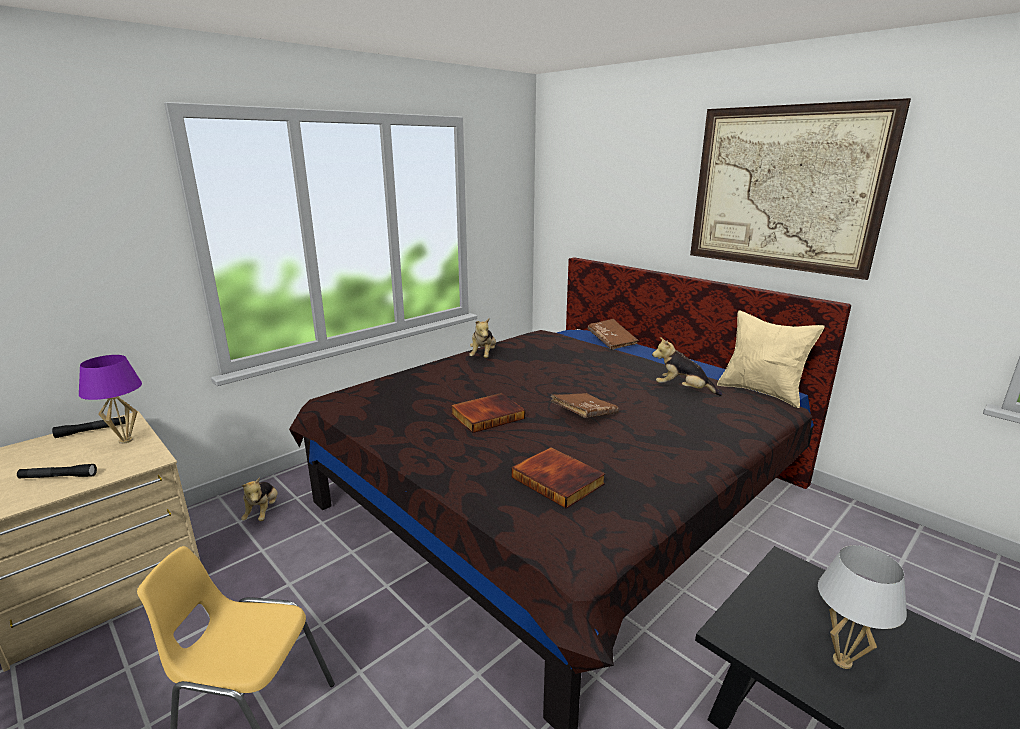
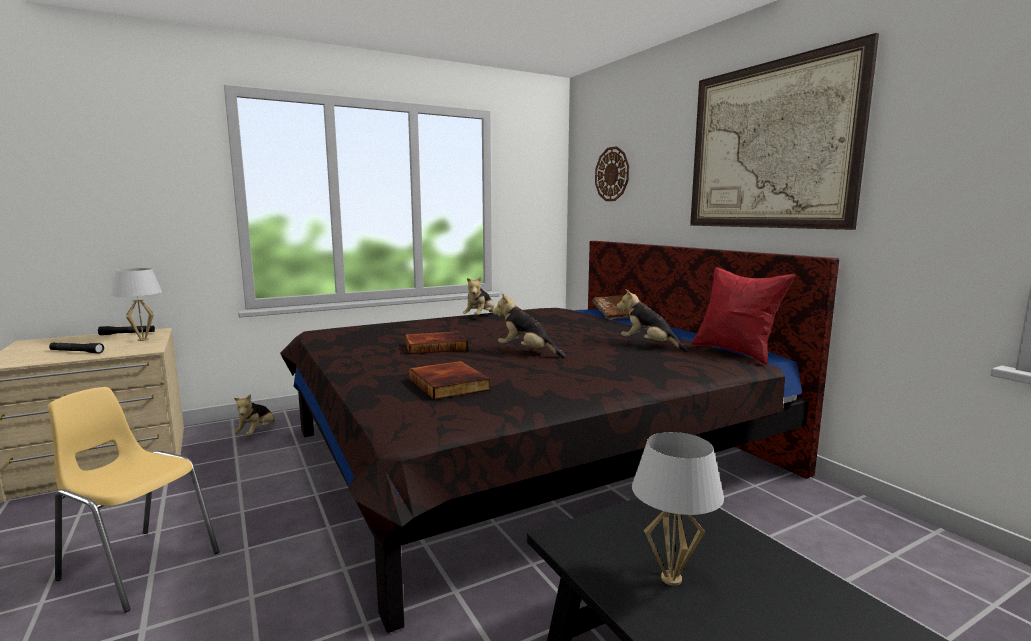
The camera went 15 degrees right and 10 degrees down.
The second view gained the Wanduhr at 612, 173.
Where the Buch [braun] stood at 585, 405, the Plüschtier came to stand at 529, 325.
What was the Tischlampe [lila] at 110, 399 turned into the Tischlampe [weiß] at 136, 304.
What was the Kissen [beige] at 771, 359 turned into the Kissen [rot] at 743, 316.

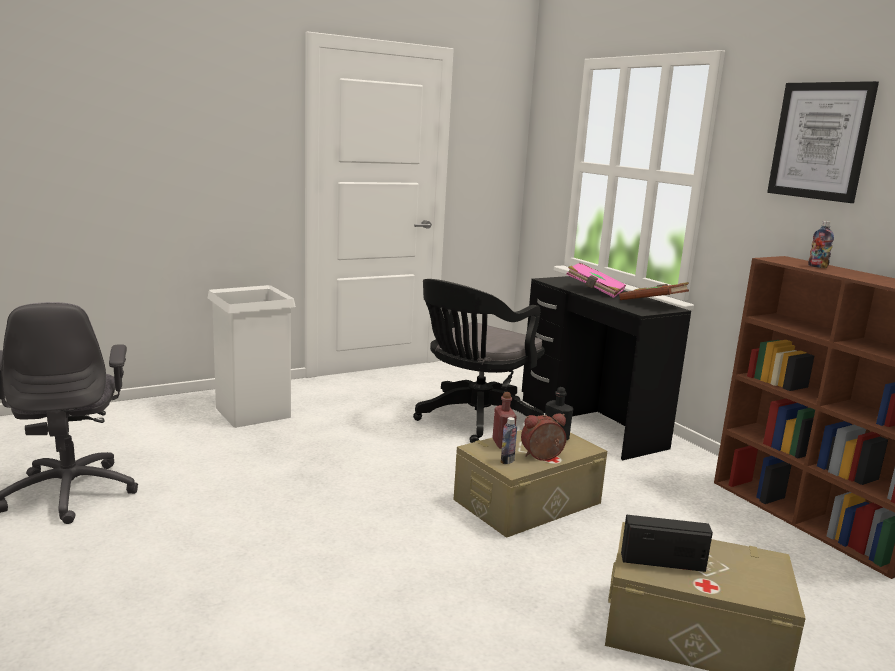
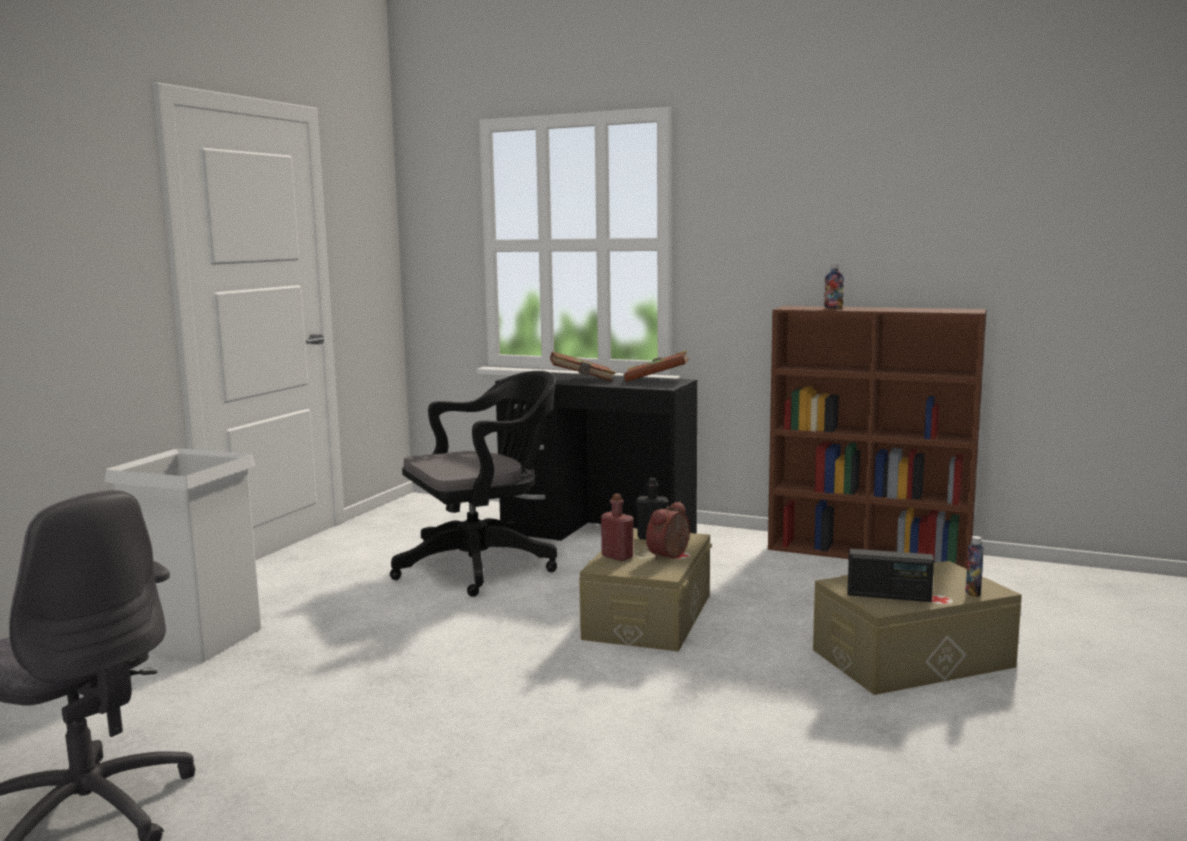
The camera went 35 degrees left and 5 degrees down.
The second view lost the Bild at 823, 142.
The Flasche ended up elsewhere, having gone from 509, 440 to 974, 566.
What was the Buch [rosa] at 596, 280 turned into the Buch [braun] at 583, 367.
The Bürostuhl [schwarz] at 479, 361 ended up facing another way, 120 degrees counterclockwise from before.
The Radio at 667, 543 ended up facing another way, 135 degrees counterclockwise from before.

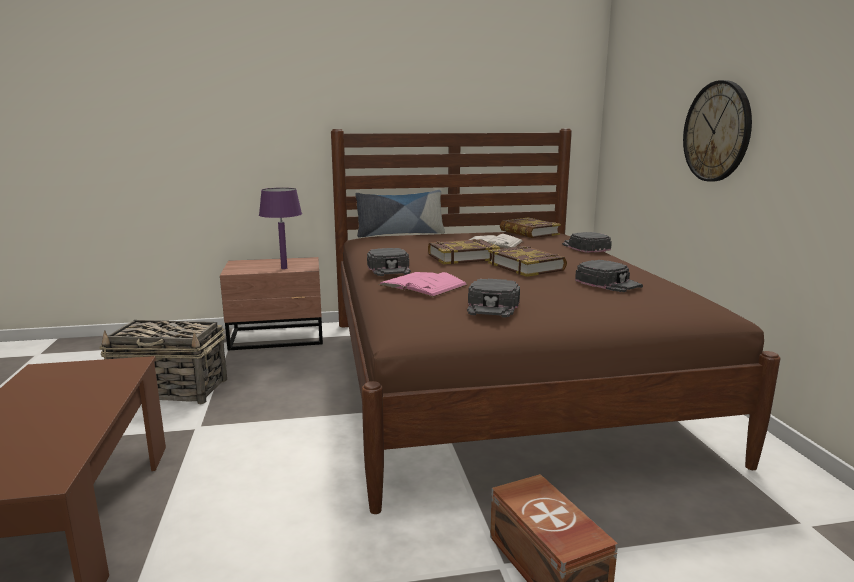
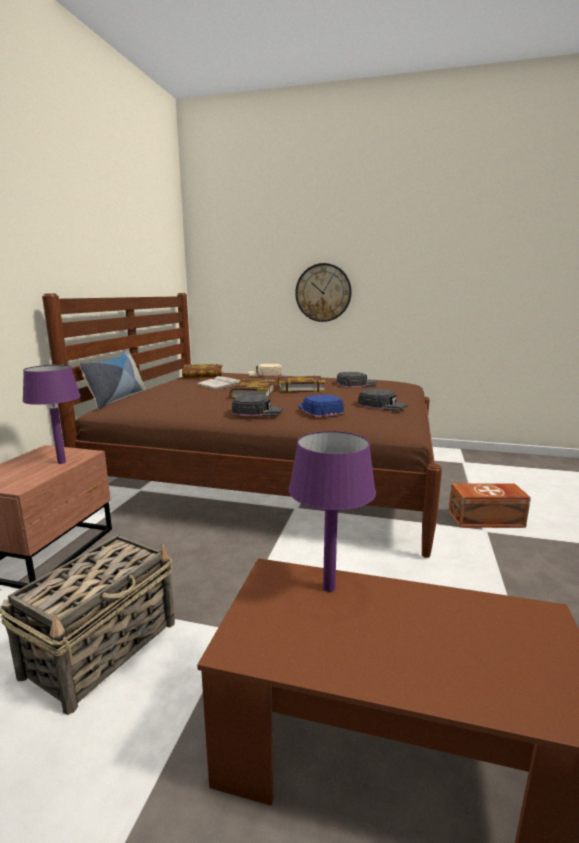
The camera went 65 degrees left and 0 degrees up.
The second view gained the Tischlampe [lila] at 332, 511.
Where the Buch [rosa] stood at 423, 284, the Kappe [blau] came to stand at 321, 405.
What was the Kappe [schwarz] at 587, 242 turned into the Kappe [beige] at 265, 370.

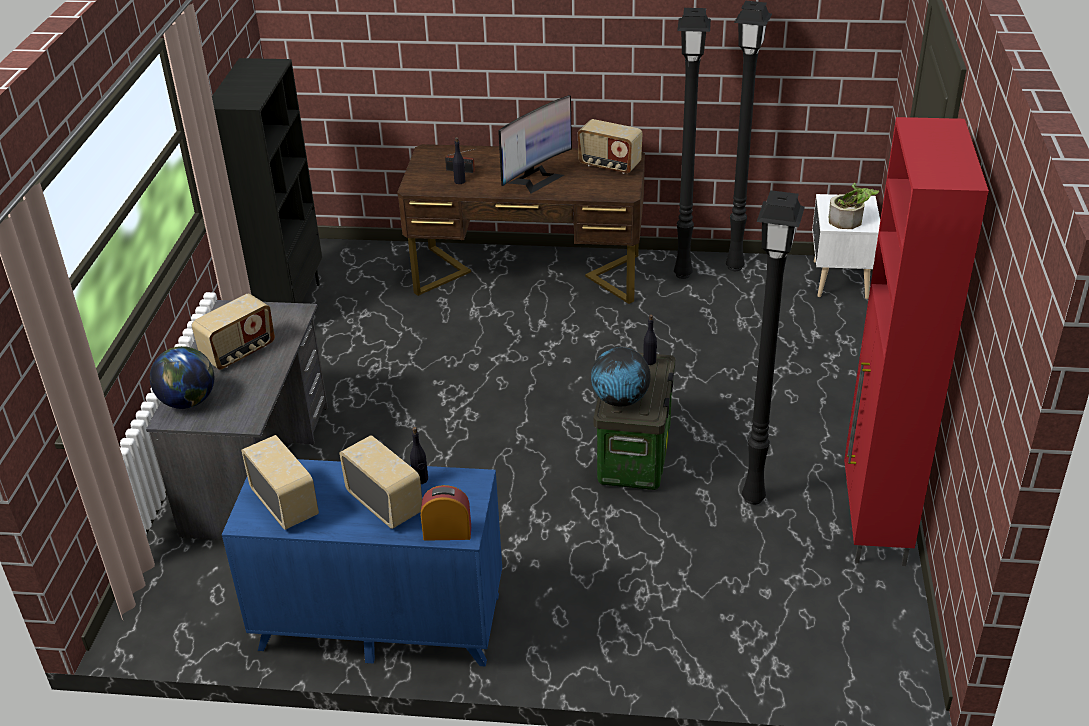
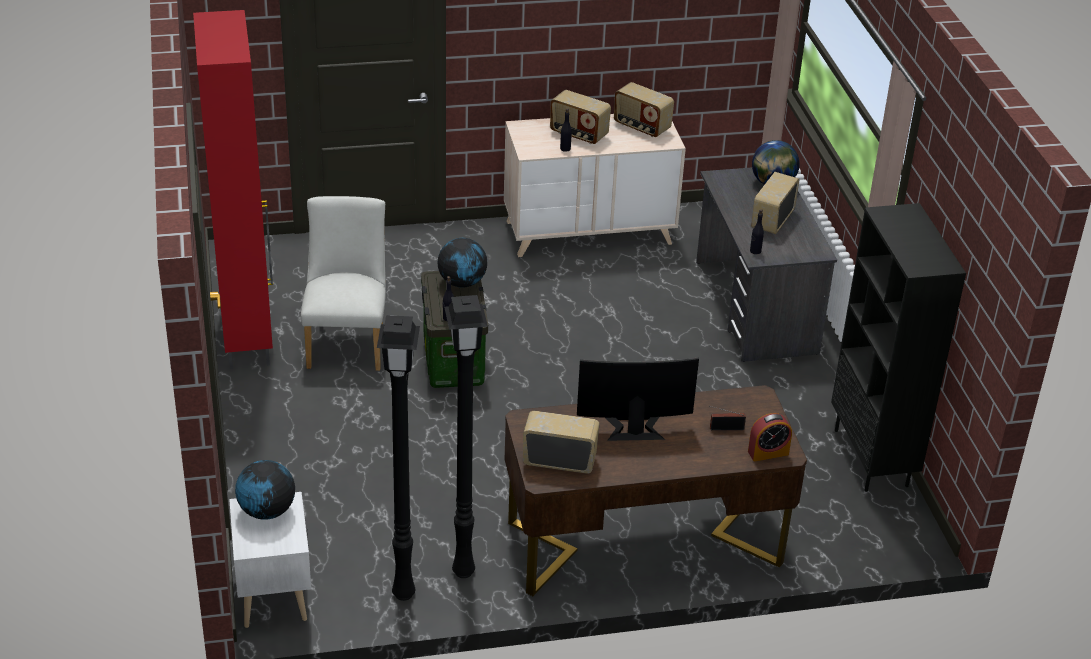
The camera went 160 degrees right and 0 degrees up.
The Wecker ended up elsewhere, having gone from 446, 513 to 770, 437.
The Flasche [schwarz] ended up elsewhere, having gone from 459, 160 to 757, 231.
Where the Stehlampe [schwarz] stood at 773, 347, the Stuhl [weiß] came to stand at 343, 283.
Where the Topfpflanze stood at 854, 206, the Globus came to stand at 265, 490.
What was the Kommode [blau] at 362, 563 turned into the Kommode [beige] at 595, 185.
The Monitor at 535, 144 ended up facing another way, 60 degrees clockwise from before.

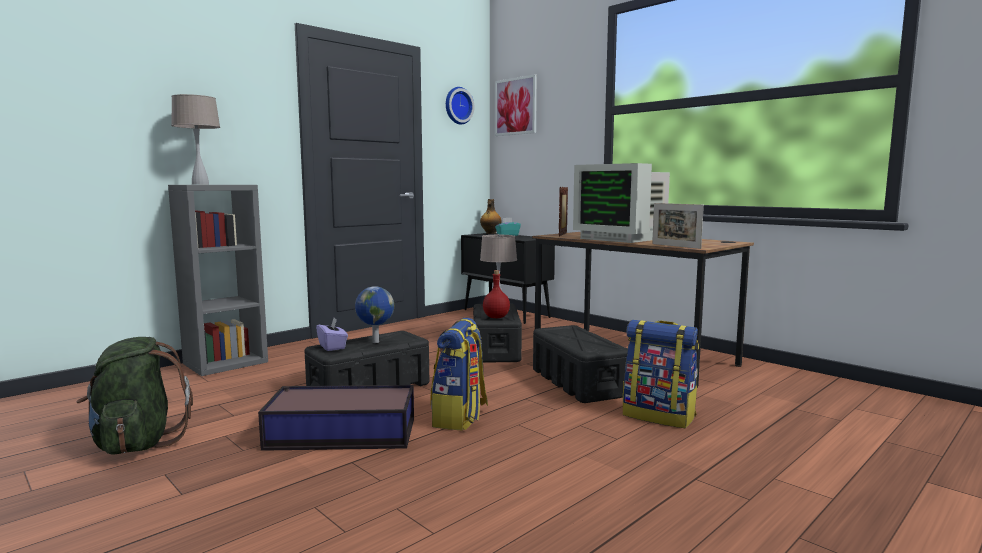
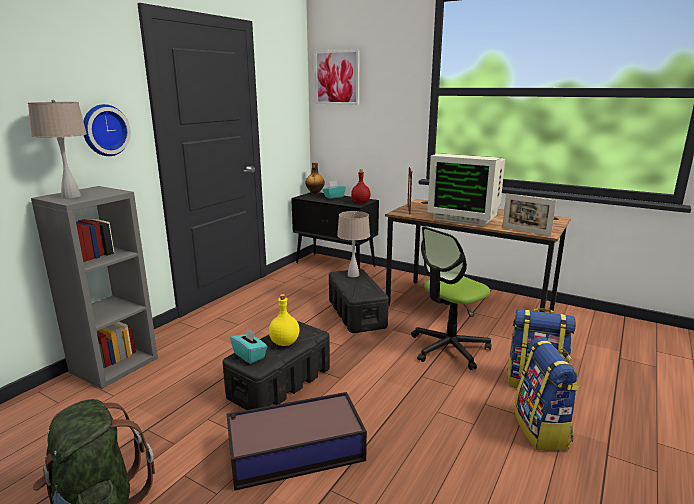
The camera went 15 degrees left and 10 degrees up.
The Rucksack ended up elsewhere, having gone from 459, 374 to 547, 393.
The Wanduhr ended up elsewhere, having gone from 460, 106 to 107, 130.
The Flasche [rot] ended up elsewhere, having gone from 496, 294 to 361, 186.
Where the Globus stood at 374, 314, the Flasche [gelb] came to stand at 284, 320.
Where the Aufbewahrungsbox [schwarz] stood at 580, 364, the Bürostuhl came to stand at 451, 298.
What was the Taschentuchbox [lila] at 332, 334 turned into the Taschentuchbox [türkis] at 248, 346.

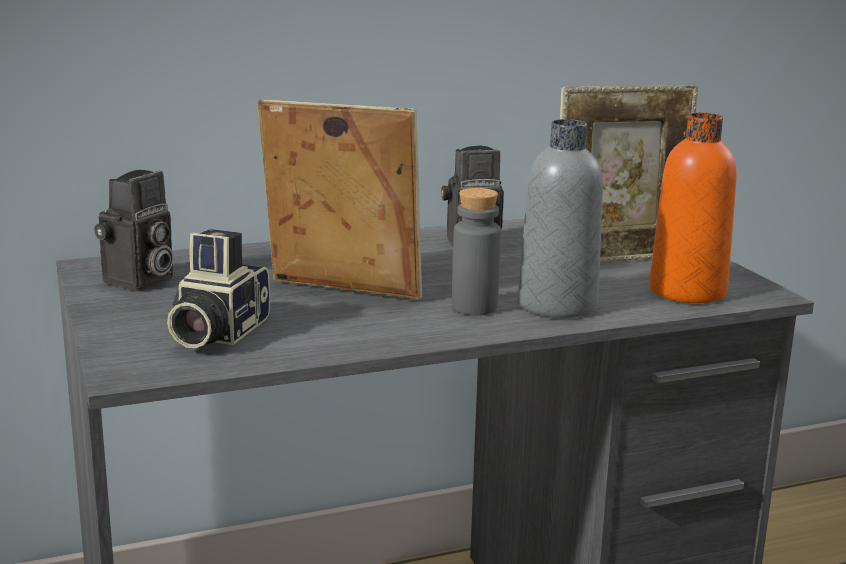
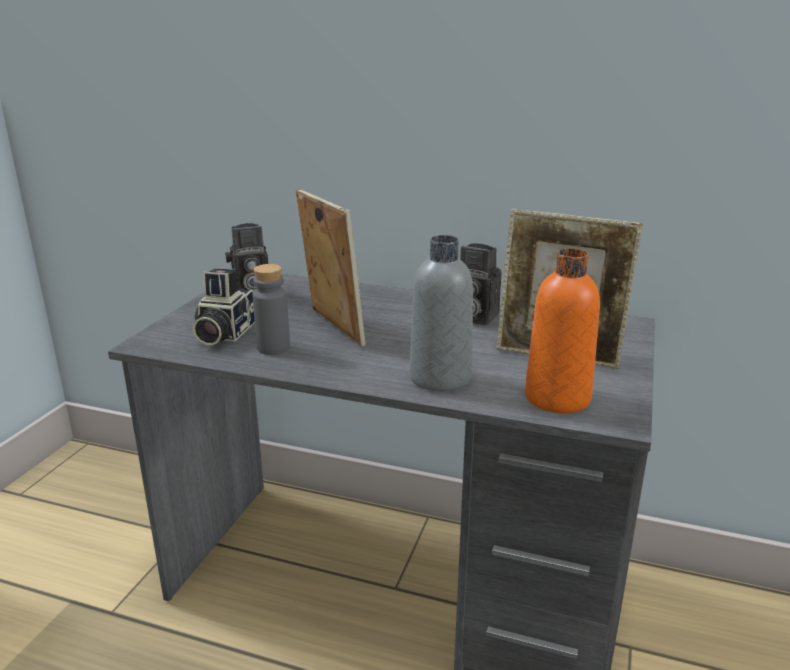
The camera went 40 degrees right and 5 degrees up.
The Flasche [grau] ended up elsewhere, having gone from 476, 251 to 271, 309.
The Kamera at 218, 288 ended up facing another way, 45 degrees counterclockwise from before.

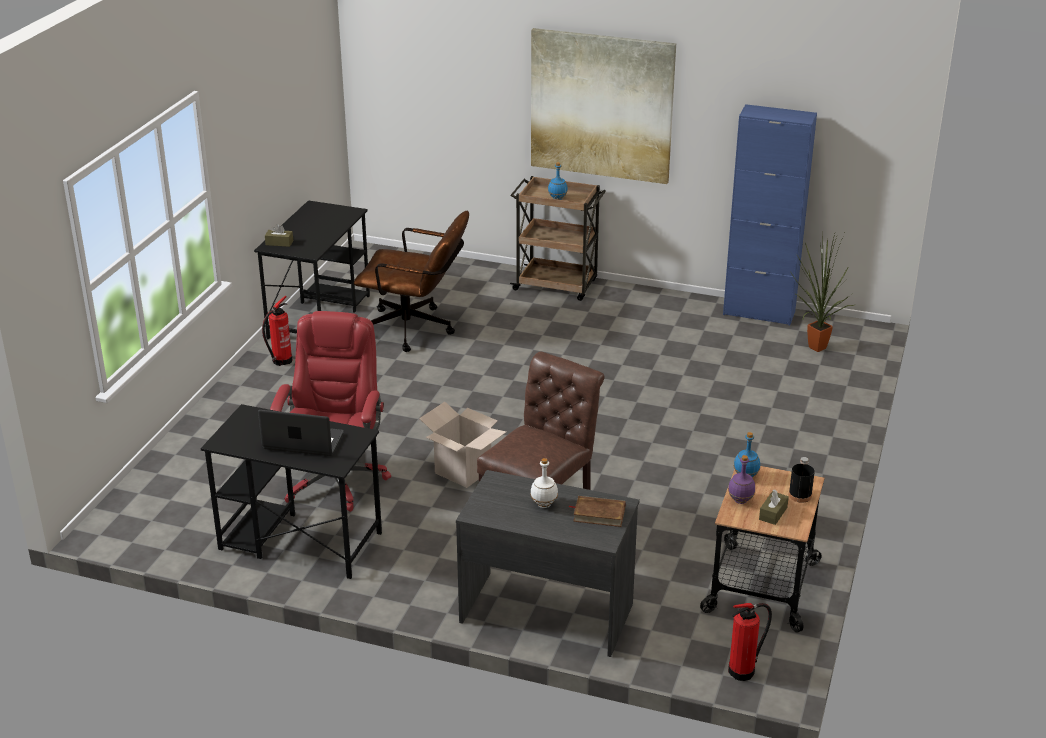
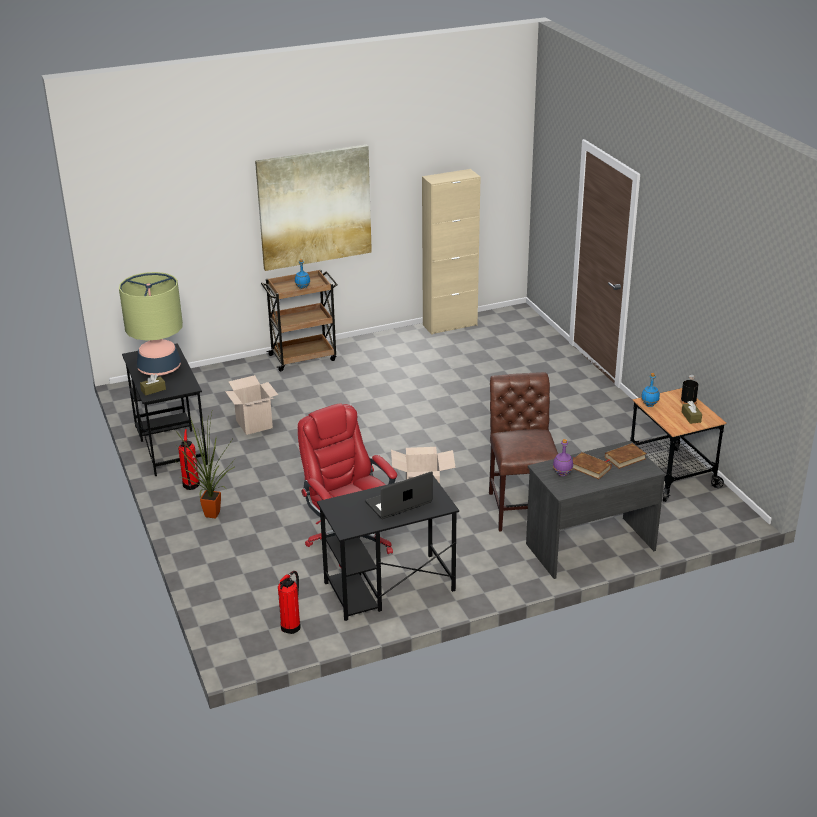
The camera went 40 degrees left and 0 degrees up.
The second view gained the Tischlampe at 151, 324.
The Flasche [lila] ended up elsewhere, having gone from 741, 479 to 563, 457.
The Feuerlöscher ended up elsewhere, having gone from 750, 642 to 289, 602.
The Topfpflanze ended up elsewhere, having gone from 823, 291 to 205, 464.
Where the Bürostuhl [braun] stood at 411, 281, the Karton came to stand at 251, 405.
Where the Flasche [weiß] stood at 544, 483, the Buch [braun] came to stand at 592, 465.
What was the Schrank [blau] at 770, 215 turned into the Schrank [beige] at 451, 252.

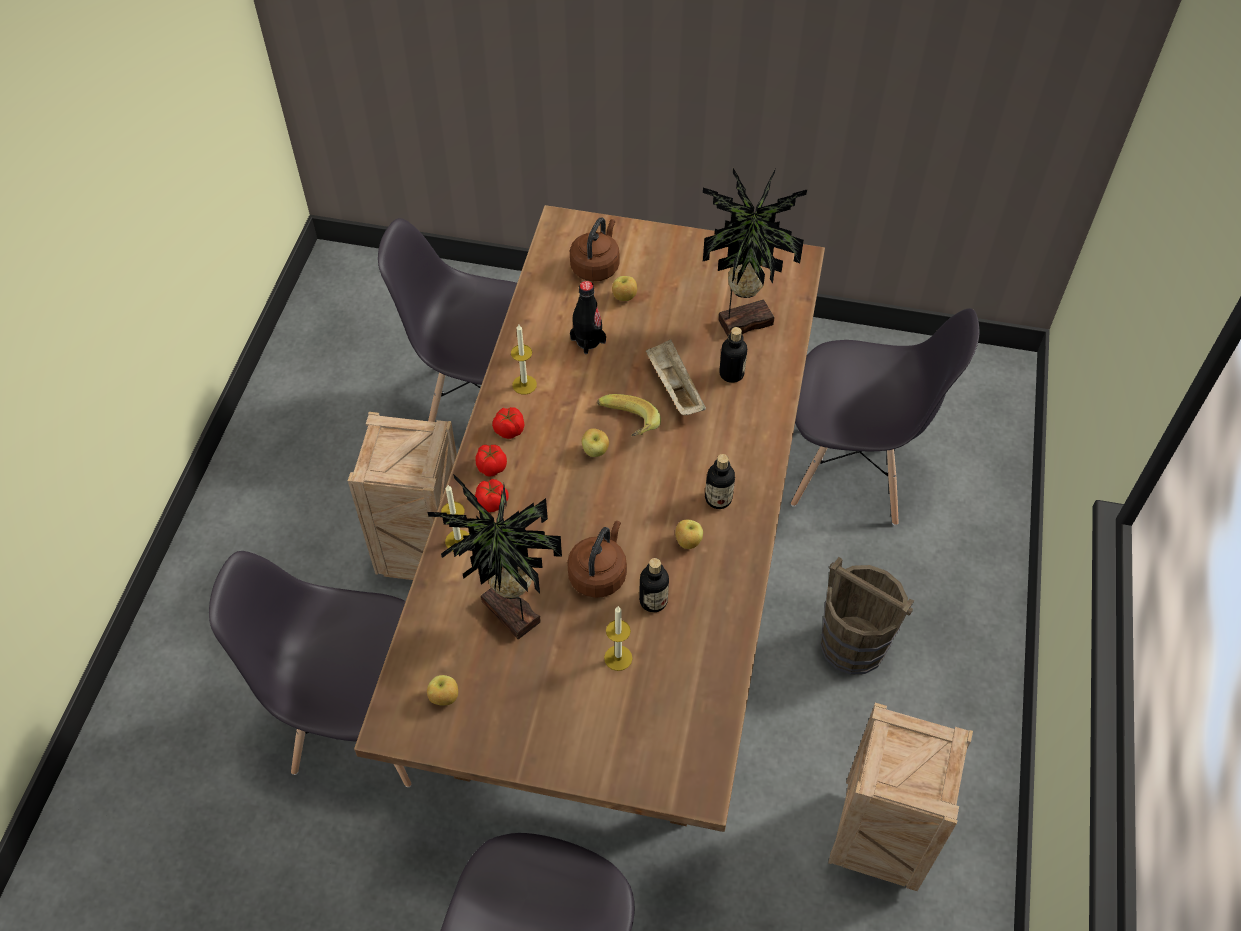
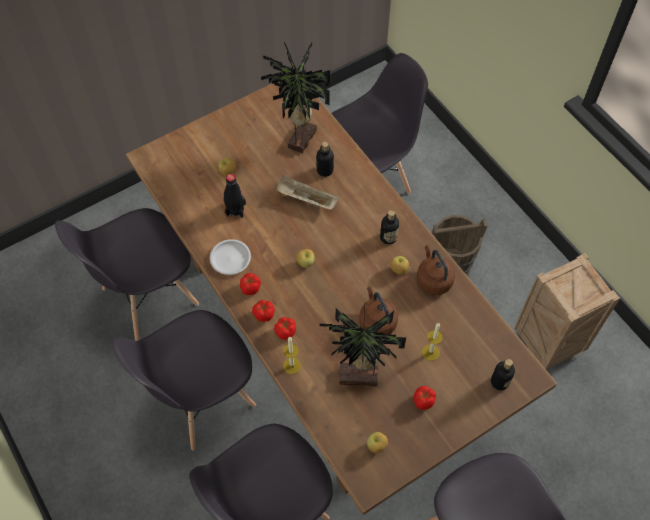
The camera went 45 degrees left and 5 degrees up.
The second view lost the Banane at 629, 415.
The second view gained the Tomate at 425, 398.
The Wasserkessel [braun] ended up elsewhere, having gone from 594, 249 to 436, 270.
The Flasche ended up elsewhere, having gone from 654, 585 to 503, 374.
Where the Kiste stood at 402, 496, the Stuhl [grau] came to stand at 184, 380.
Where the Kerze stood at 524, 359, the Teller [weiß] came to stand at 230, 257.

